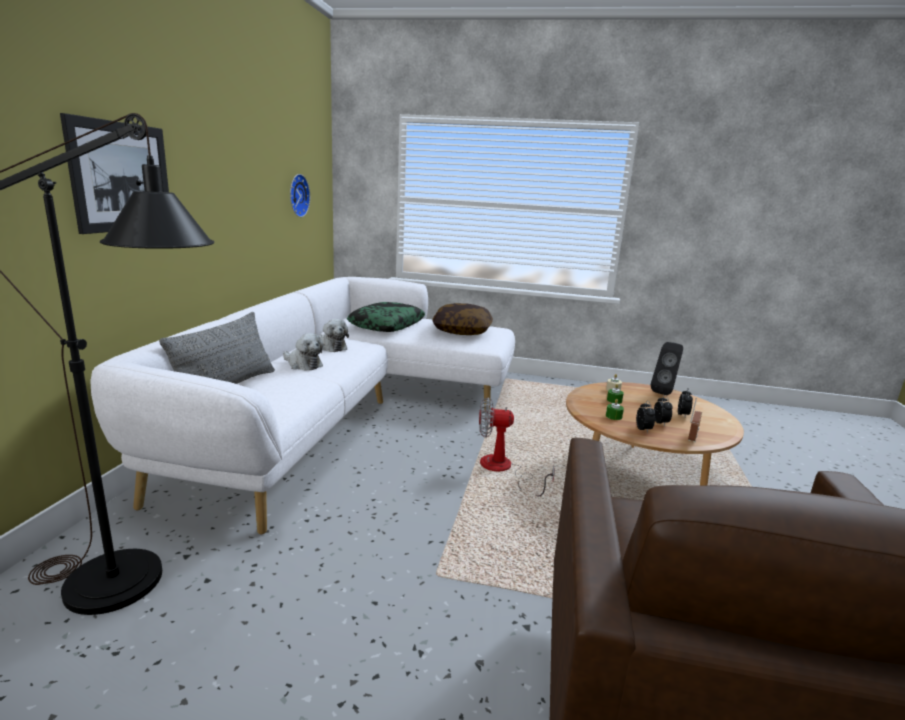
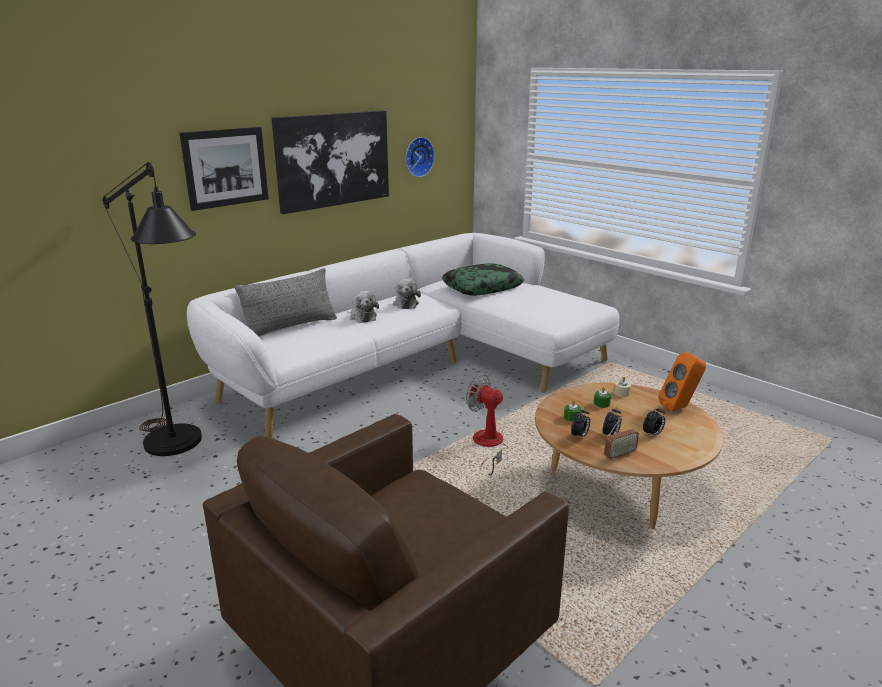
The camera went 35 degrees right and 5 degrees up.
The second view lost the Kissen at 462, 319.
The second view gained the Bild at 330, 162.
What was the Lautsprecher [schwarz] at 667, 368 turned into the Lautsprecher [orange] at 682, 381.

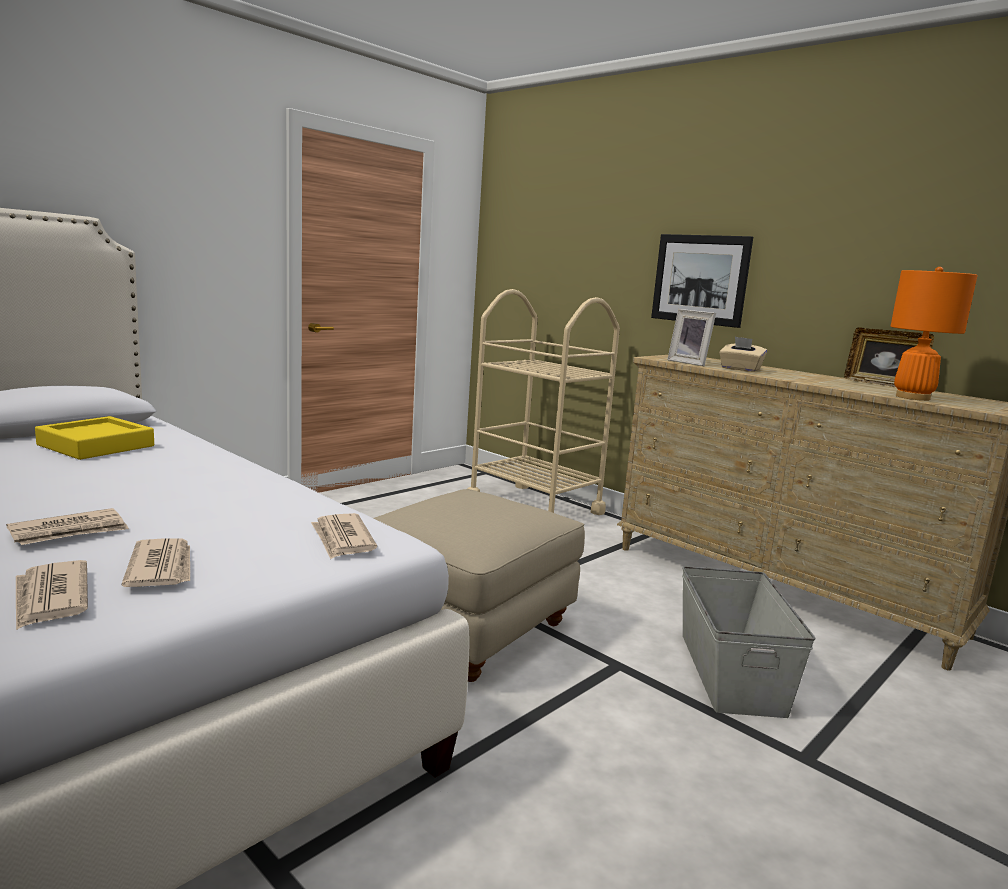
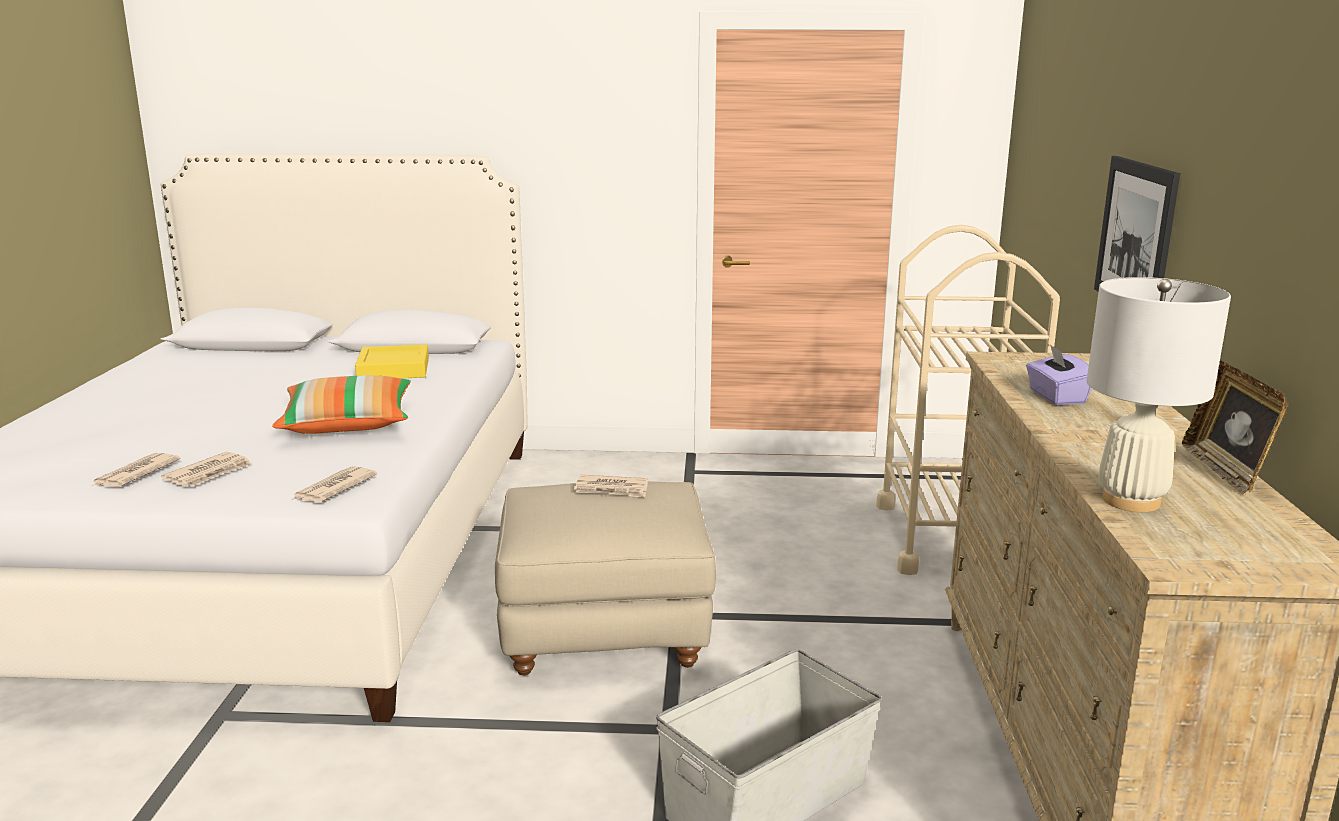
The camera went 50 degrees right and 5 degrees up.
The second view lost the Bilderrahmen at 691, 337.
The second view gained the Kissen at 341, 404.
The Zeitung ended up elsewhere, having gone from 67, 526 to 611, 486.
What was the Taschentuchbox [beige] at 743, 354 turned into the Taschentuchbox [lila] at 1059, 374.
What was the Tischlampe [orange] at 934, 334 turned into the Tischlampe [weiß] at 1159, 394.

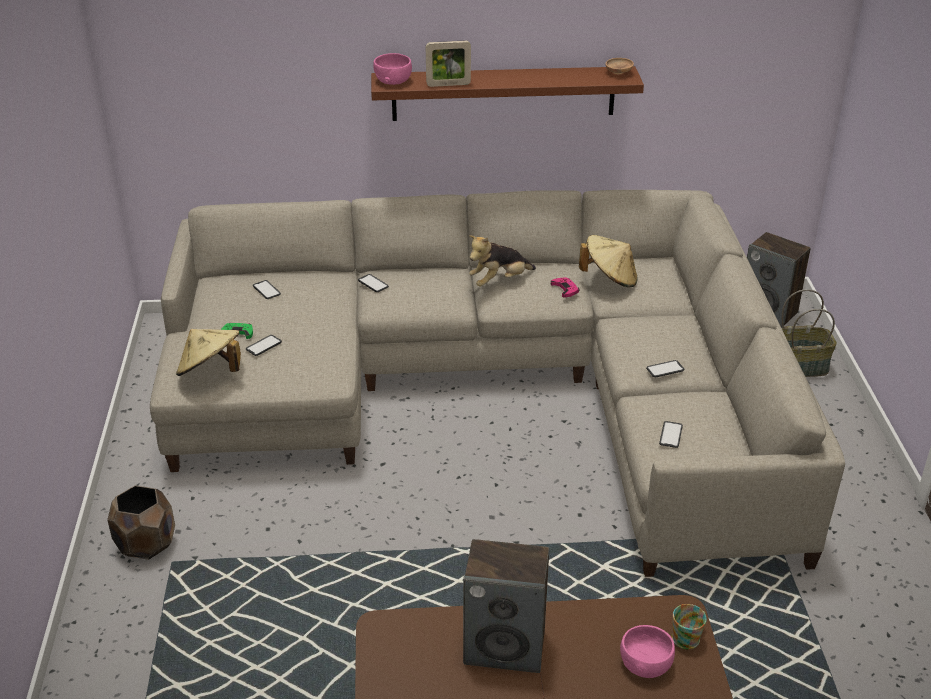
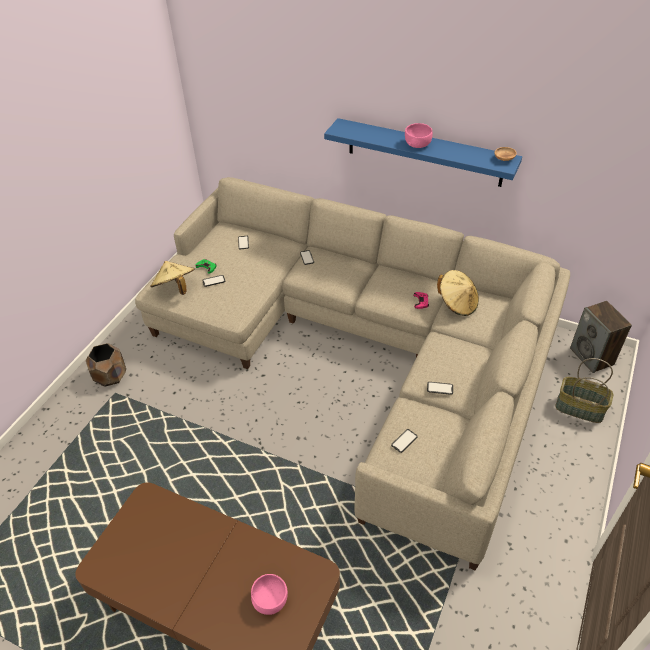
The camera went 30 degrees right and 10 degrees up.
The second view lost the Bilderrahmen at 448, 63.
The second view lost the Lautsprecher at 506, 606.
The second view lost the Plüschtier at 502, 261.
The second view lost the Henkelbecher at 689, 627.
The Schüssel [rosa] ended up elsewhere, having gone from 392, 69 to 419, 135.
What was the Wandregal [braun] at 507, 93 turned into the Wandregal [blau] at 423, 152.

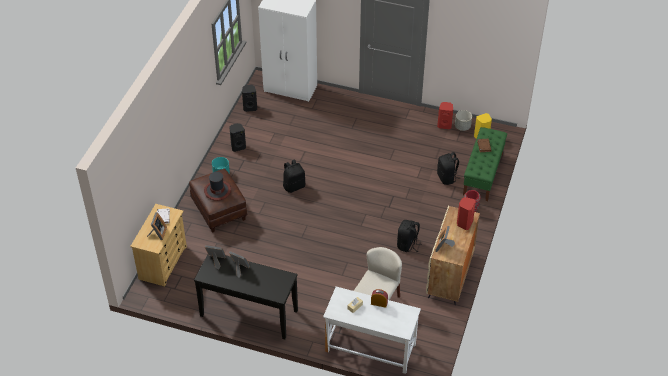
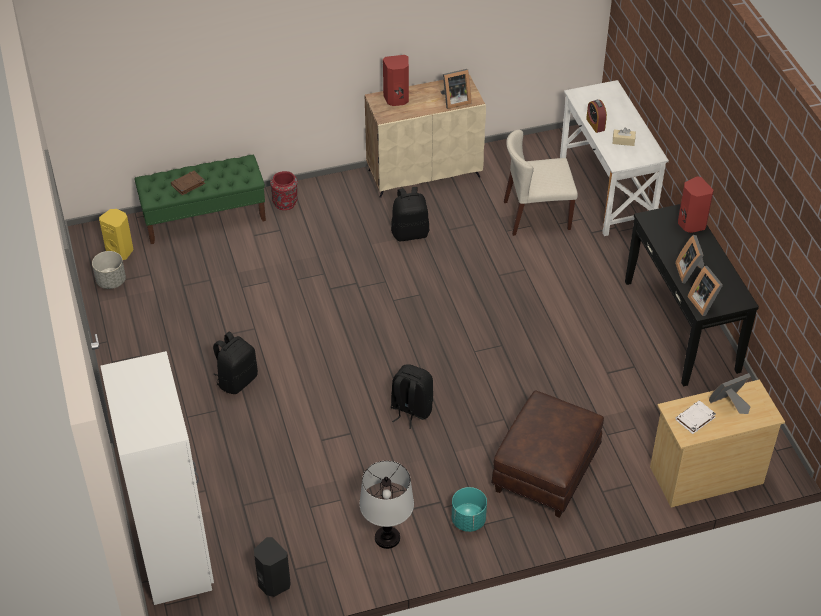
The camera went 125 degrees left and 0 degrees up.
The second view lost the Hut at 217, 186.
The Lautsprecher [rot] ended up elsewhere, having gone from 445, 115 to 696, 204.
The Rucksack [schwarz] ended up elsewhere, having gone from 448, 168 to 235, 363.
Where the Lautsprecher [schwarz] stood at 237, 137, the Tischlampe came to stand at 386, 505.

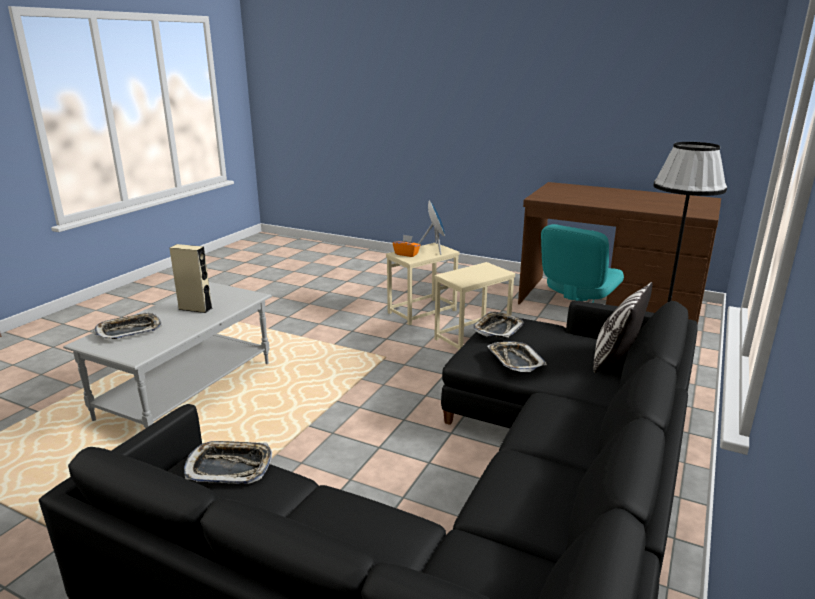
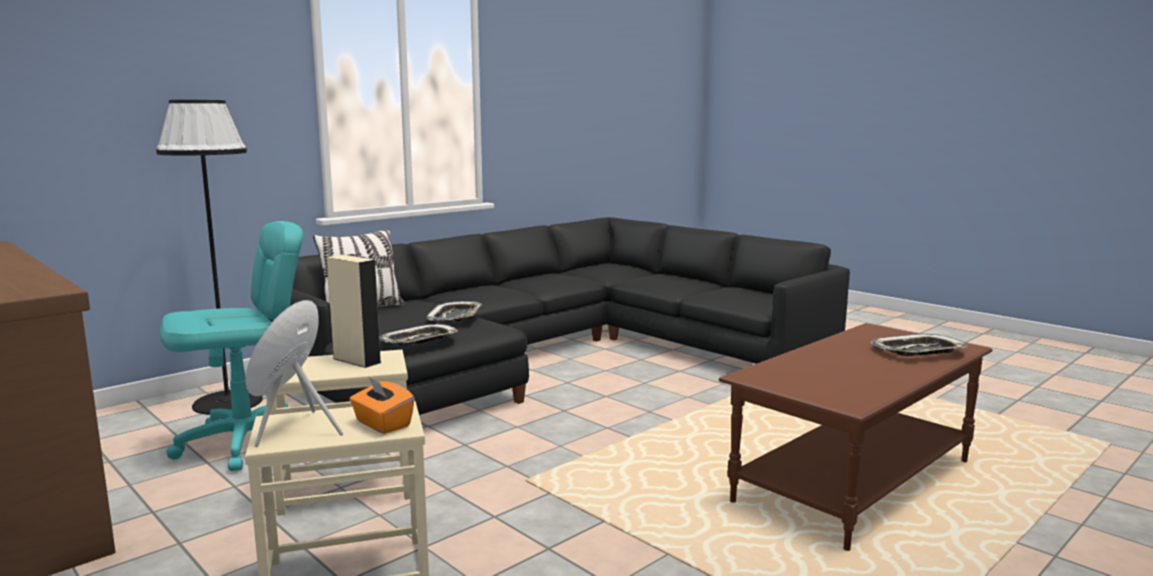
The camera went 160 degrees left and 10 degrees down.
The second view lost the Tablett at 228, 462.
The Lautsprecher [beige] ended up elsewhere, having gone from 191, 278 to 354, 311.
What was the Couchtisch [grau] at 167, 355 turned into the Couchtisch [braun] at 855, 437.

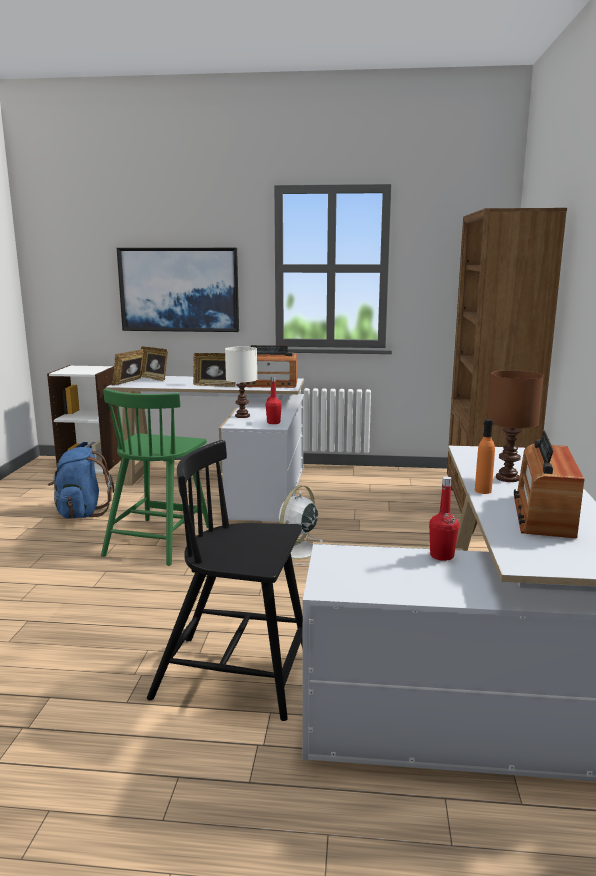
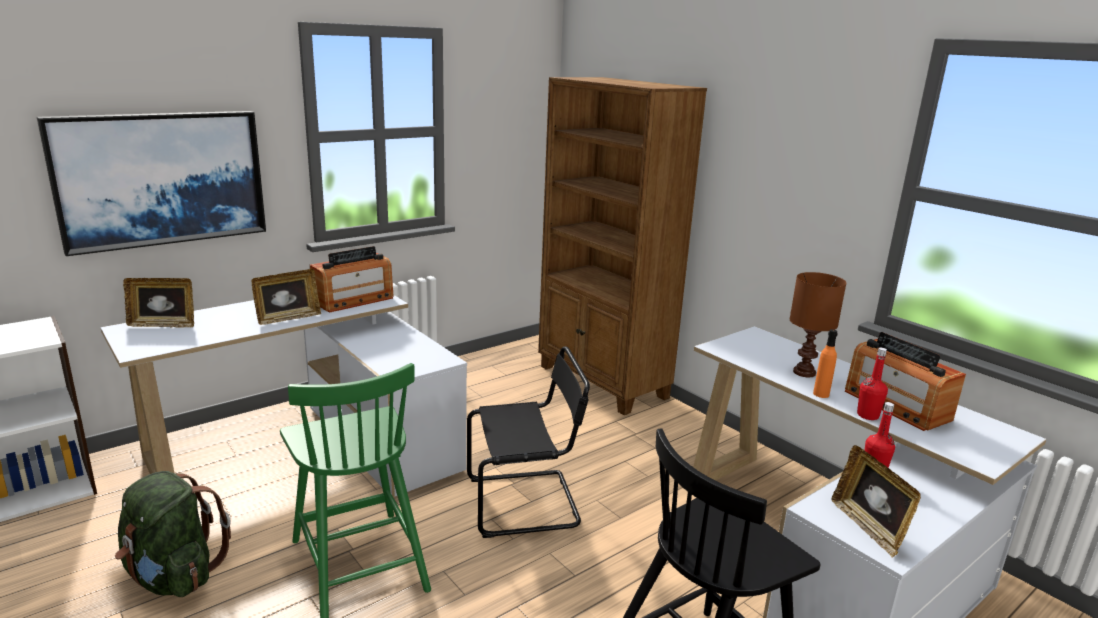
The camera went 45 degrees left and 5 degrees up.
The second view lost the Tischlampe [weiß] at 241, 382.
The Bilderrahmen ended up elsewhere, having gone from 128, 367 to 876, 501.
The Flasche [rot] ended up elsewhere, having gone from 274, 400 to 872, 384.
Where the Ventilator [weiß] stood at 301, 525, the Stuhl [schwarz] came to stand at 528, 442.
What was the Rucksack [blau] at 81, 482 turned into the Rucksack [grün] at 173, 534.

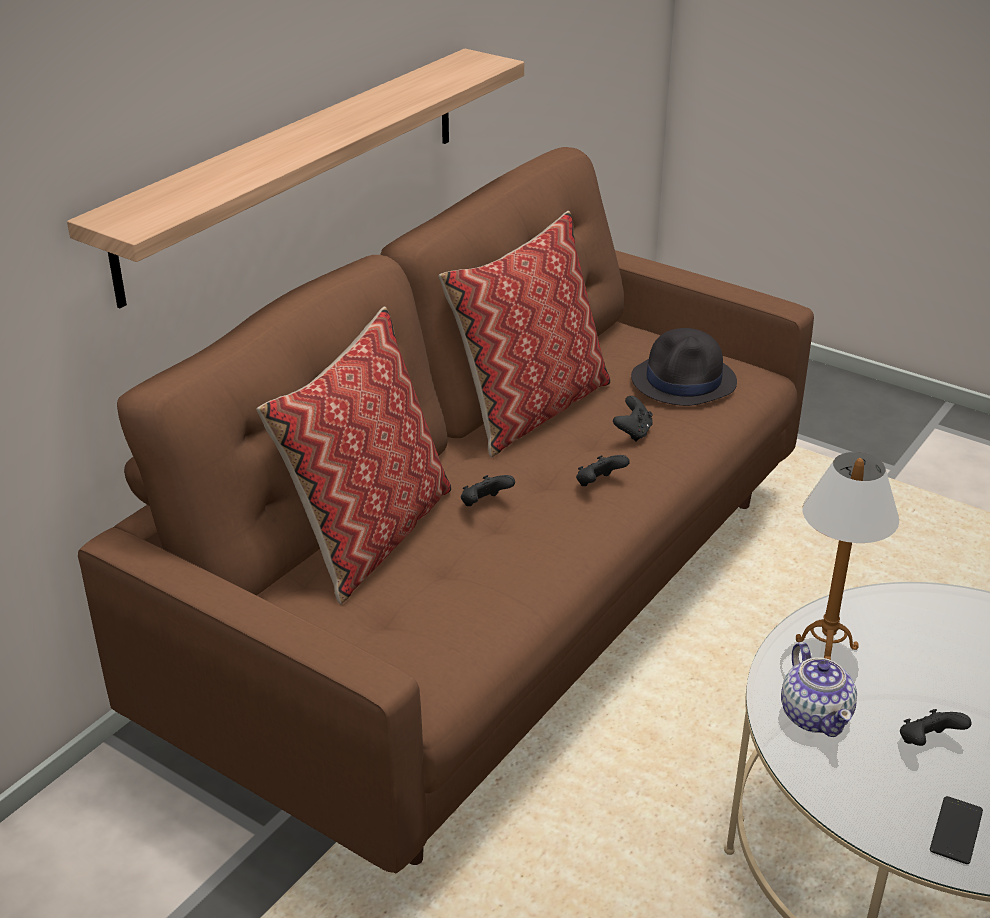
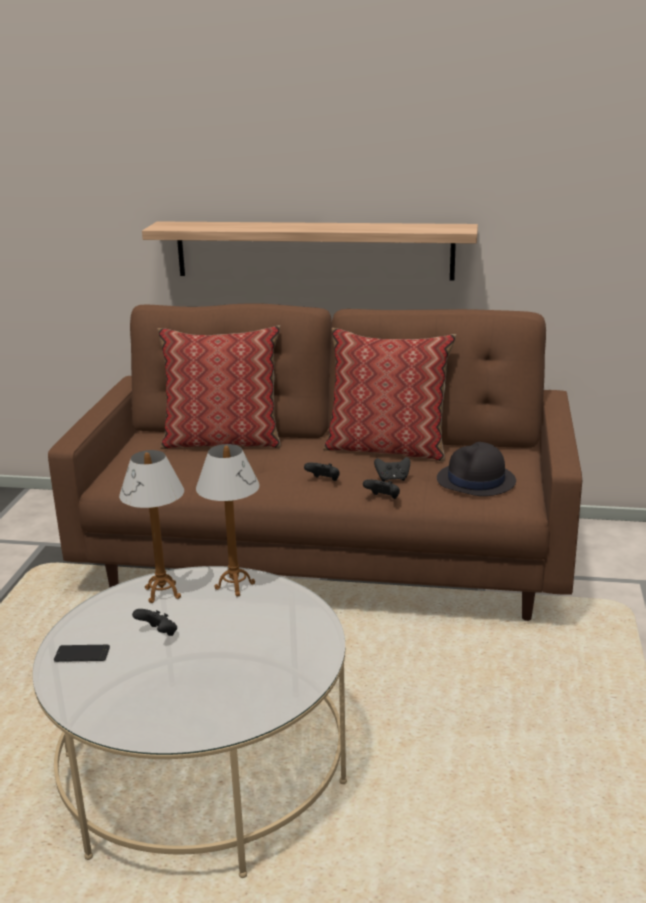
The camera went 65 degrees right and 10 degrees down.
The Gamepad [schwarz] ended up elsewhere, having gone from 488, 490 to 381, 489.
Where the Teekanne stood at 819, 689, the Tischlampe came to stand at 151, 526.

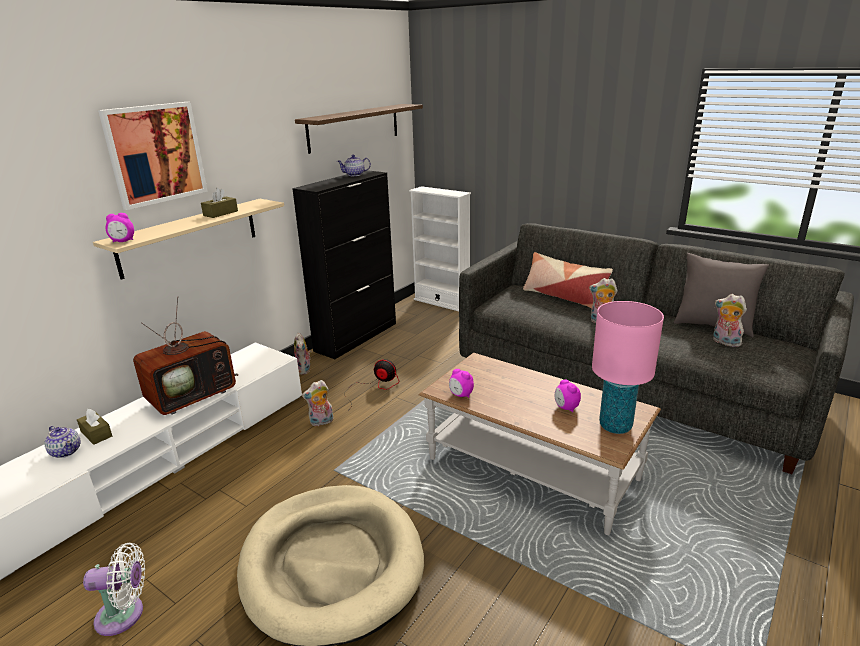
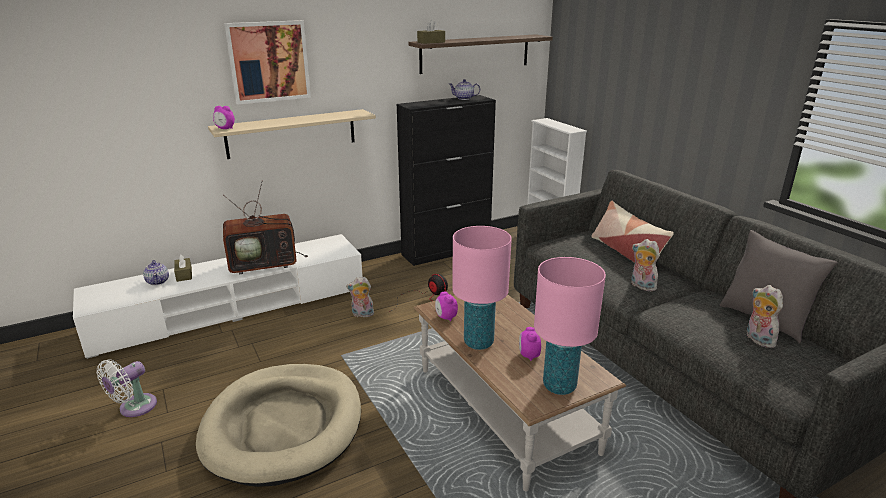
The camera went 25 degrees right and 0 degrees up.
The second view lost the Plüschtier at 302, 353.
The second view gained the Tischlampe [rosa] at 482, 288.
The Taschentuchbox [braun] ended up elsewhere, having gone from 219, 203 to 431, 32.
The Ventilator [weiß] at 114, 589 ended up facing another way, 105 degrees clockwise from before.

